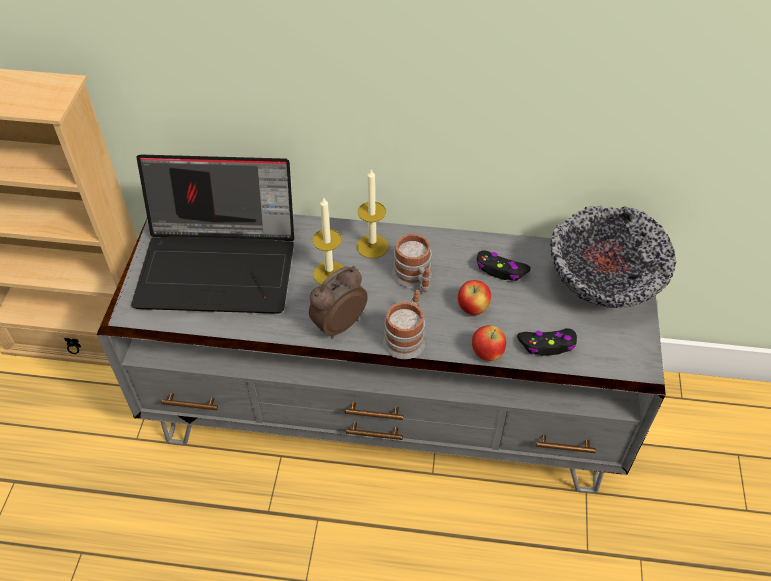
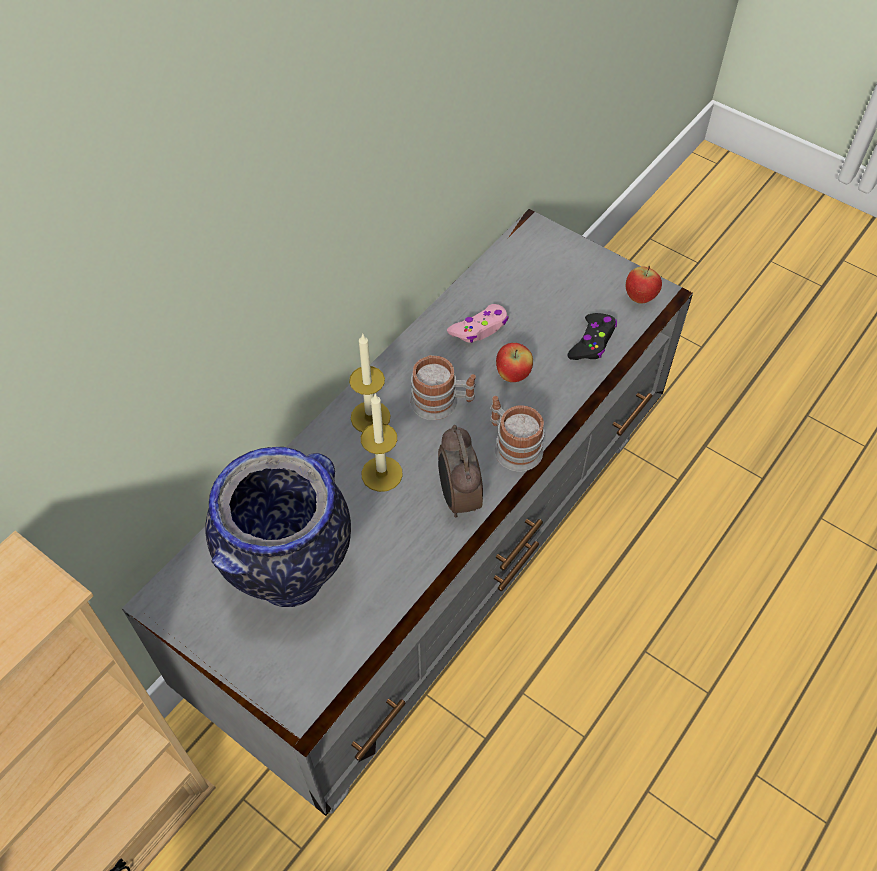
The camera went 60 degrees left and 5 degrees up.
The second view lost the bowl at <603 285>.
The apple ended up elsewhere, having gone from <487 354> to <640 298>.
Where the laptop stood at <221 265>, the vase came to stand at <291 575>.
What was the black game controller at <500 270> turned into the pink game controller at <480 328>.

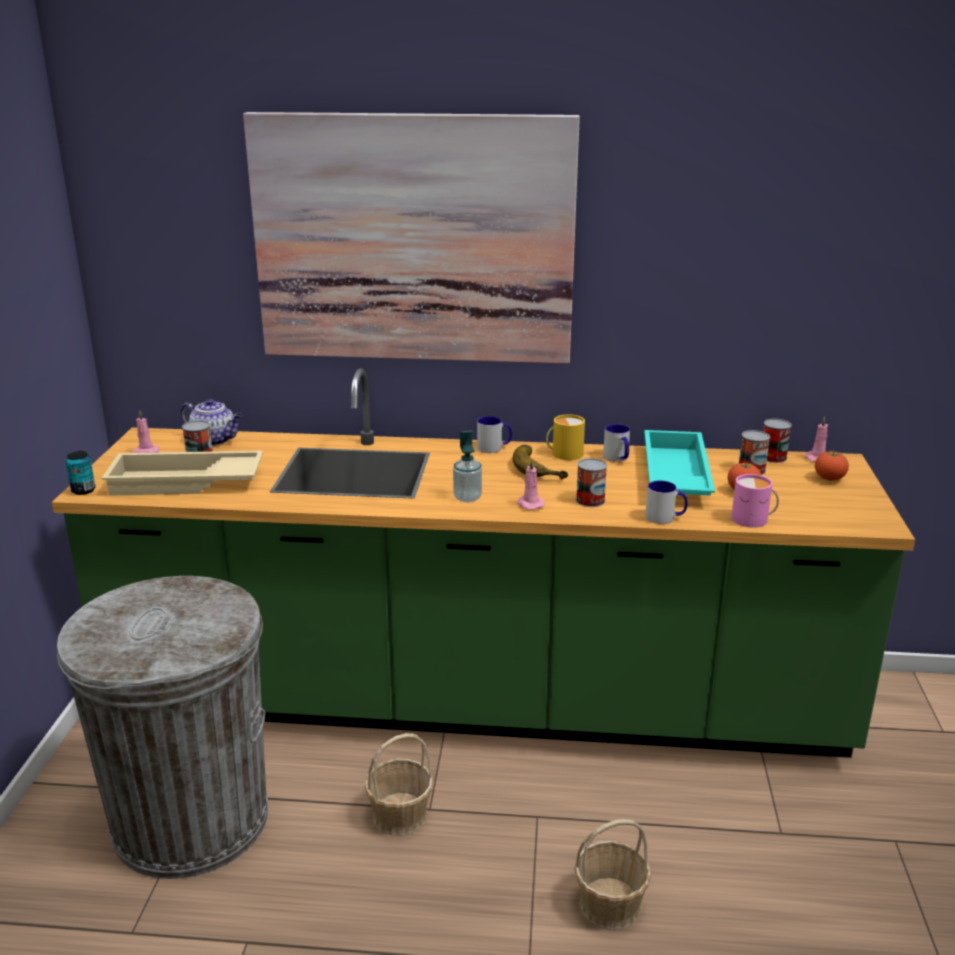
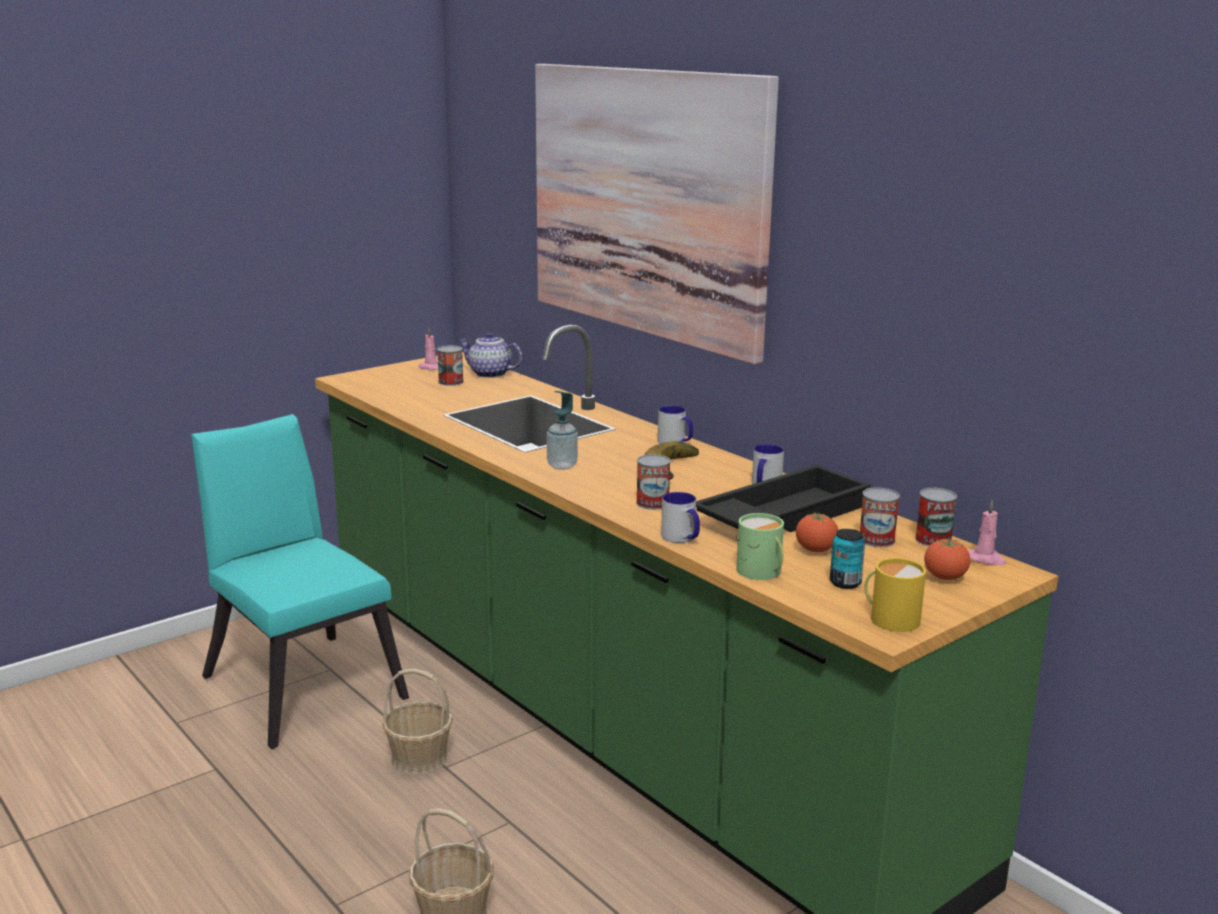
The camera went 45 degrees right and 5 degrees down.
The second view lost the beige tray at <185 483>.
The second view lost the pink candle at <529 504>.
The can ended up elsewhere, having gone from <83 490> to <845 583>.
The yellow mug ended up elsewhere, having gone from <564 454> to <890 618>.
Where the grey trash can stood at <191 819>, the turquoise chair came to stand at <301 681>.
What was the turquoise tray at <673 475> turned into the black tray at <781 515>.
What was the pink mug at <753 520> turned into the green mug at <761 572>.
The teapot at <215 440> ended up facing another way, 135 degrees clockwise from before.

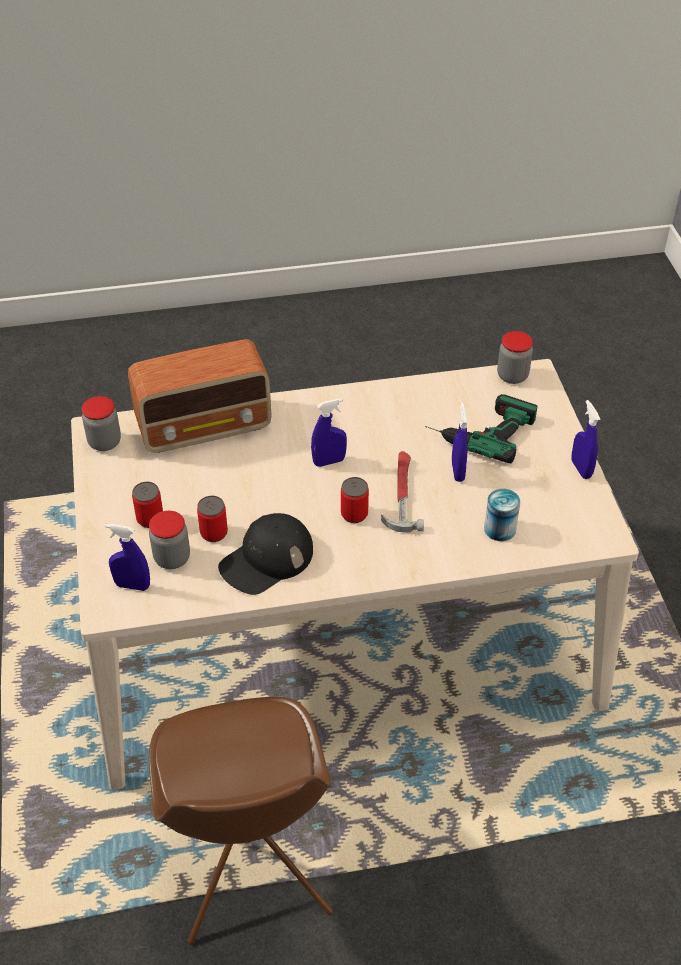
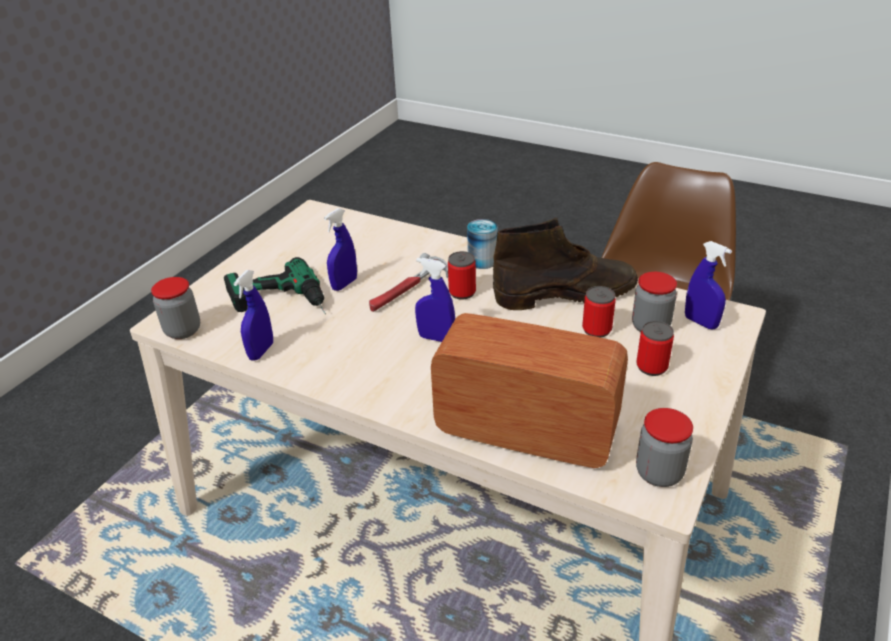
The camera went 140 degrees left and 10 degrees down.
The can ended up elsewhere, having gone from <499 529> to <482 261>.
The blue spray bottle ended up elsewhere, having gone from <581 469> to <261 351>.
Where the black cap stood at <266 559>, the brown boot came to stand at <566 293>.

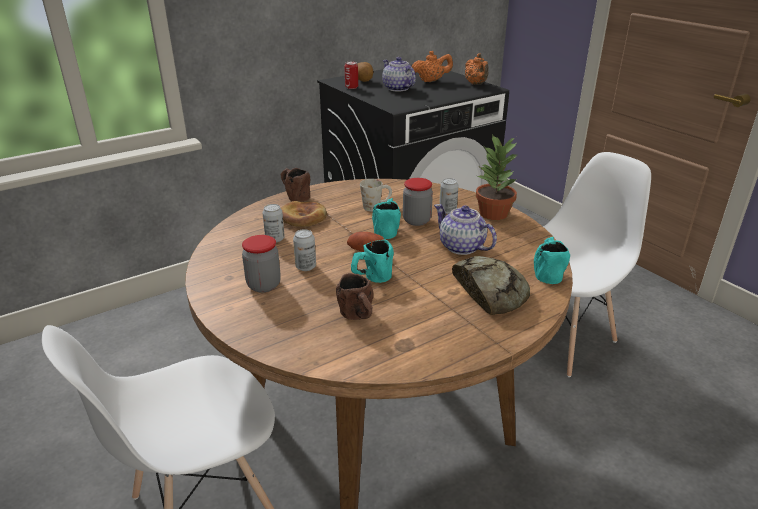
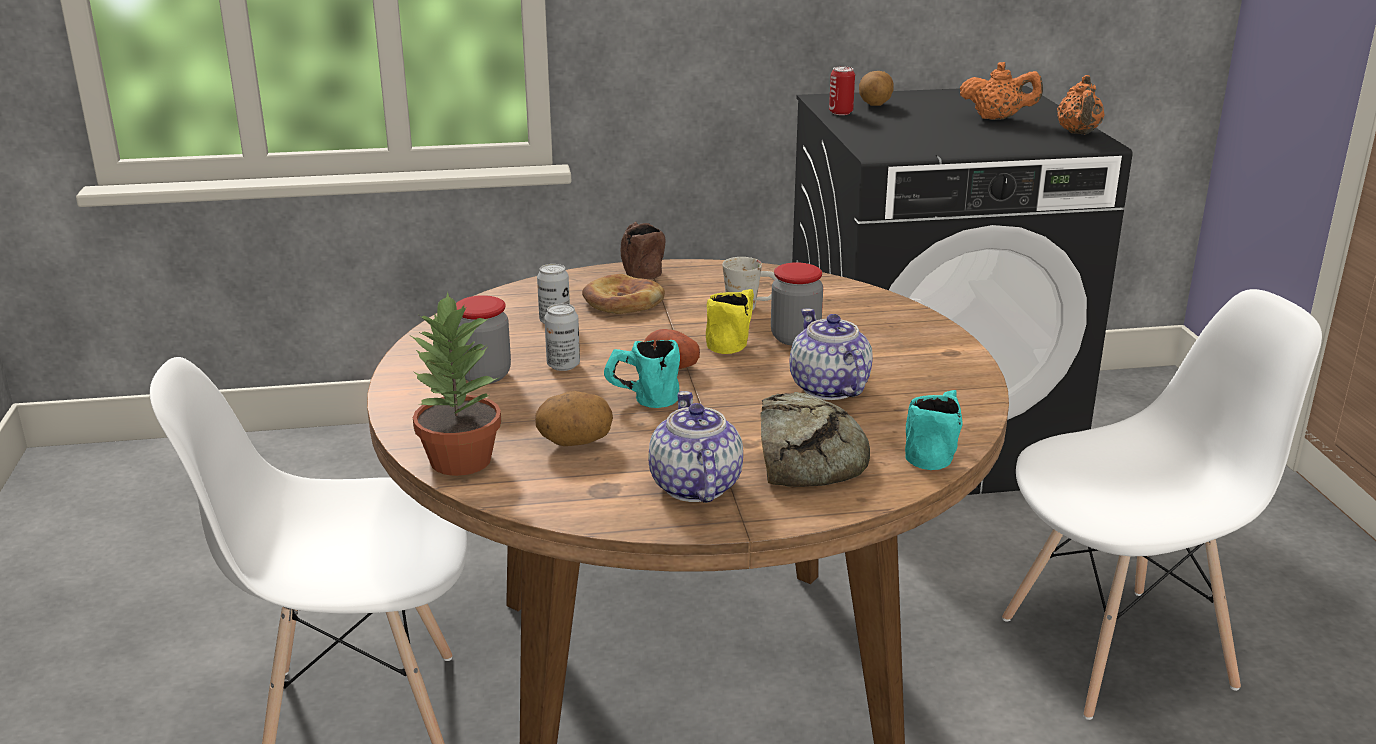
The camera went 25 degrees right and 5 degrees down.
The second view lost the can at <447 211>.
The teapot ended up elsewhere, having gone from <398 88> to <694 487>.
The potted plant ended up elsewhere, having gone from <494 214> to <460 461>.
Where the brown mug stood at <359 317>, the potato came to stand at <575 442>.
What was the turquoise mug at <386 229> turned into the yellow mug at <733 341>.

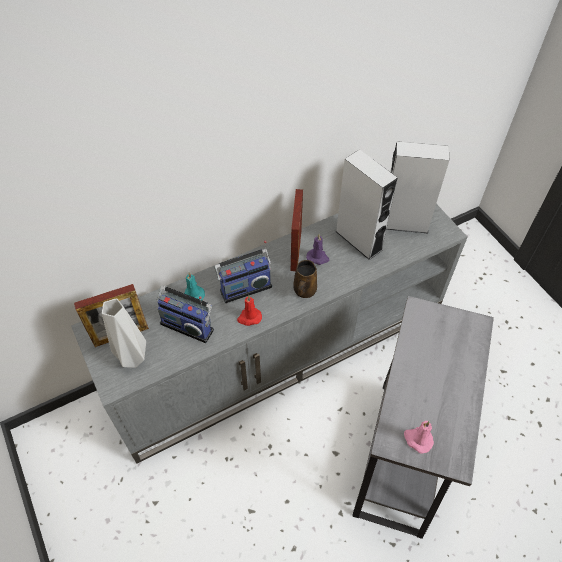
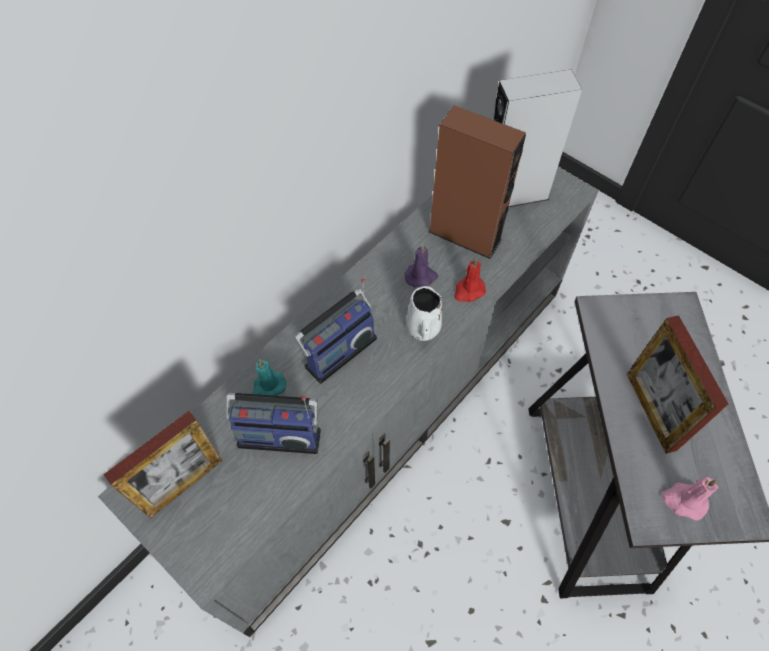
The camera went 20 degrees left and 5 degrees up.
The second view lost the grey vase at <132 356>.
The red candle ended up elsewhere, having gone from <249 317> to <468 291>.
The picture frame ended up elsewhere, having gone from <296 251> to <651 411>.
What was the brown mug at <304 291> turned into the white mug at <423 330>.
What was the grey speaker at <358 240> turned into the brown speaker at <464 235>.

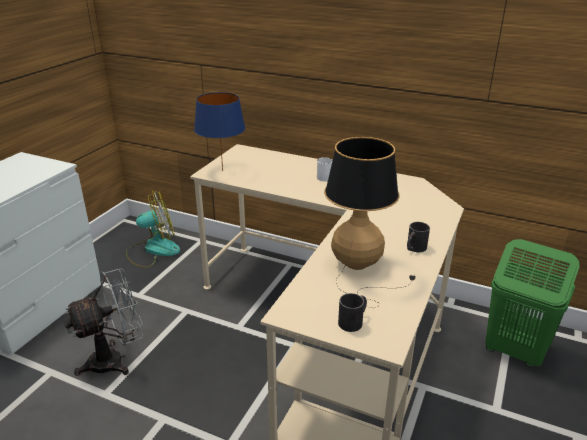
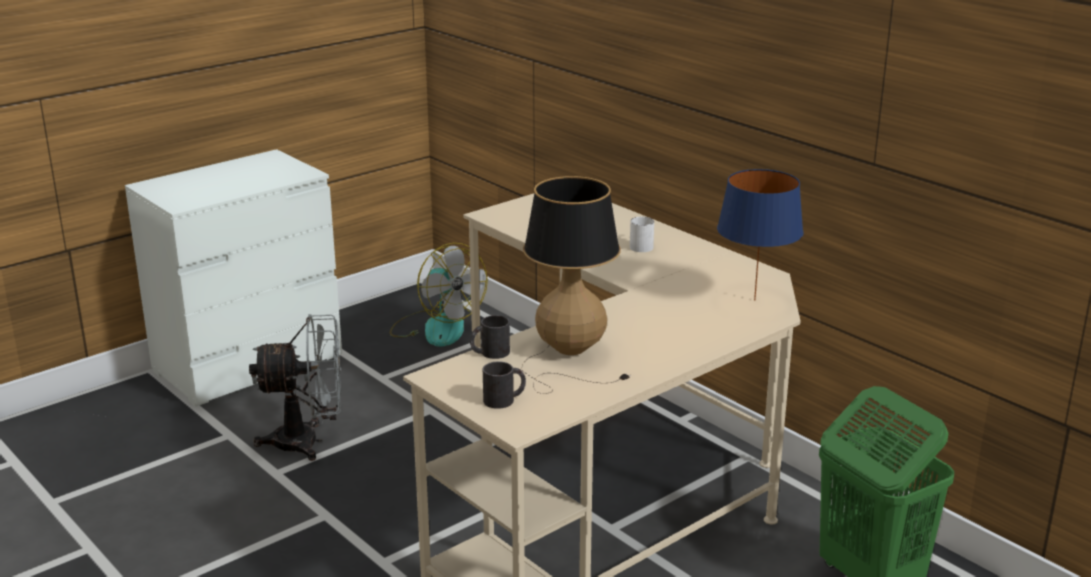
The camera went 25 degrees right and 5 degrees down.
The blue table lamp ended up elsewhere, having gone from <223 171> to <755 300>.
The black mug ended up elsewhere, having gone from <414 248> to <489 353>.
The fan at <153 250> ended up facing another way, 45 degrees clockwise from before.

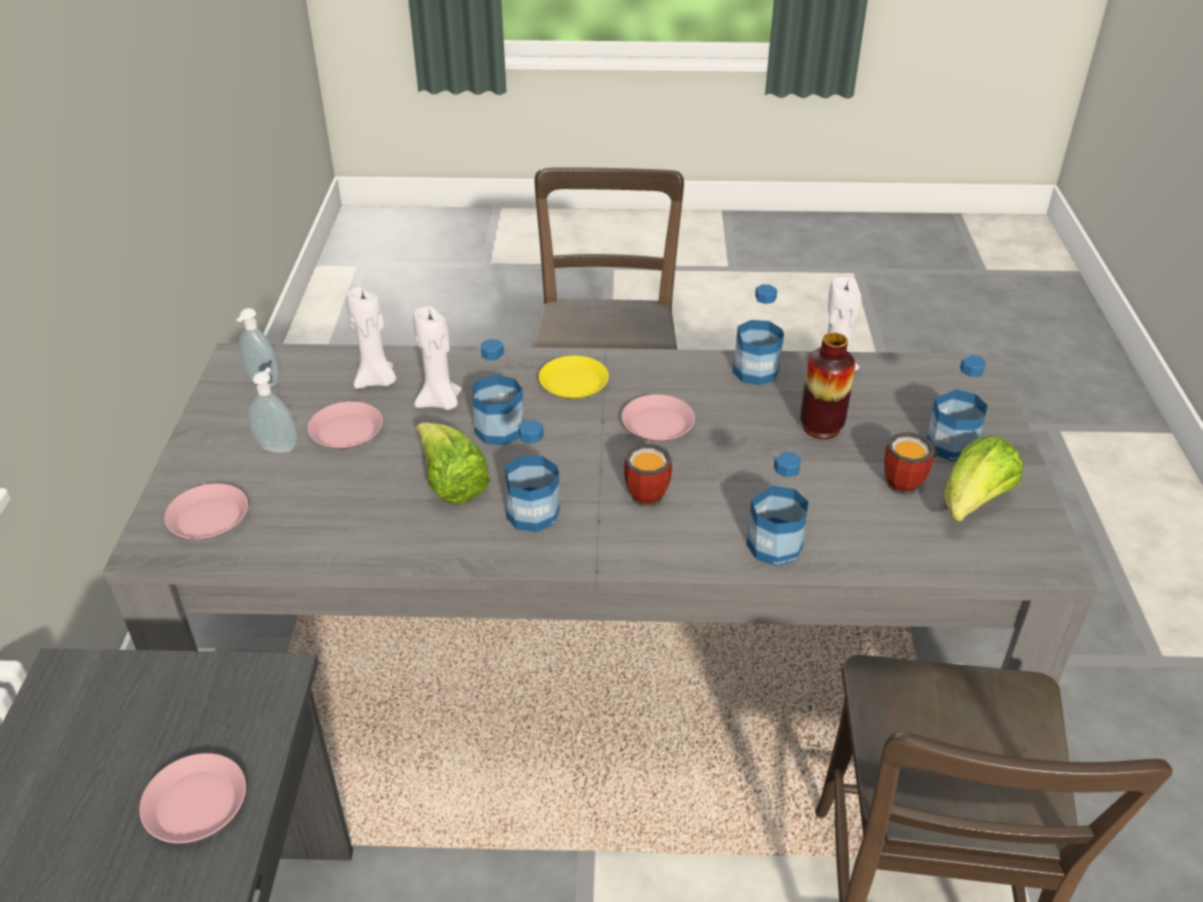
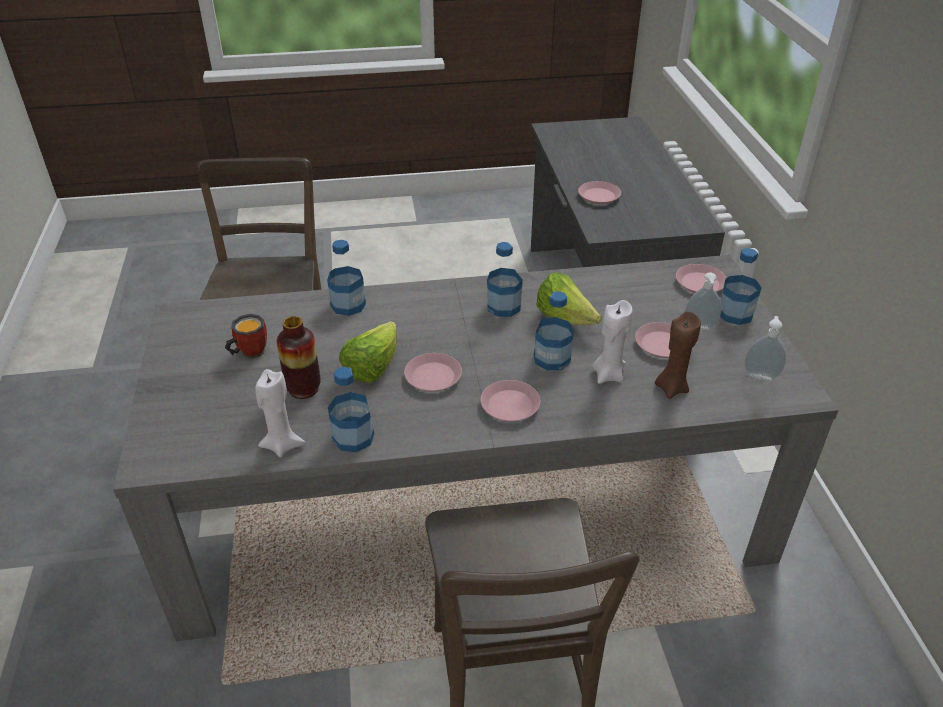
The camera went 170 degrees right and 0 degrees up.
The second view lost the mug at <649 492>.
The bottle ended up elsewhere, having gone from <951 445> to <735 314>.
The lettuce ended up elsewhere, having gone from <973 504> to <372 367>.
What was the white candle at <377 381> turned into the brown candle at <671 388>.
What was the yellow plate at <574 383> turned into the pink plate at <509 405>.

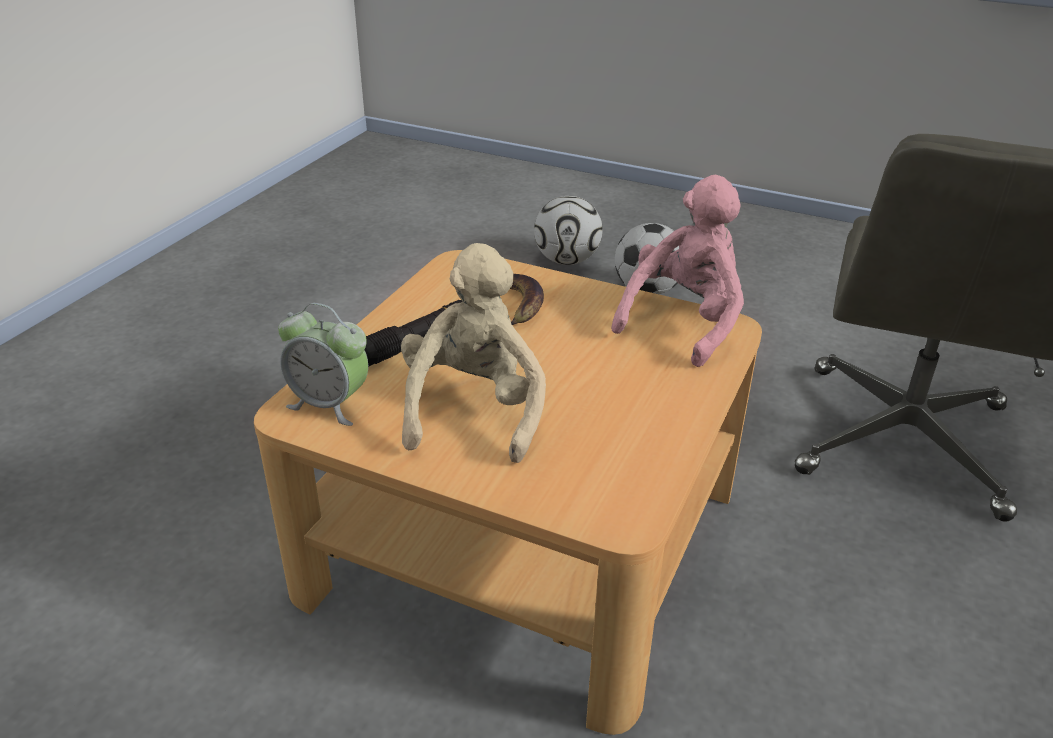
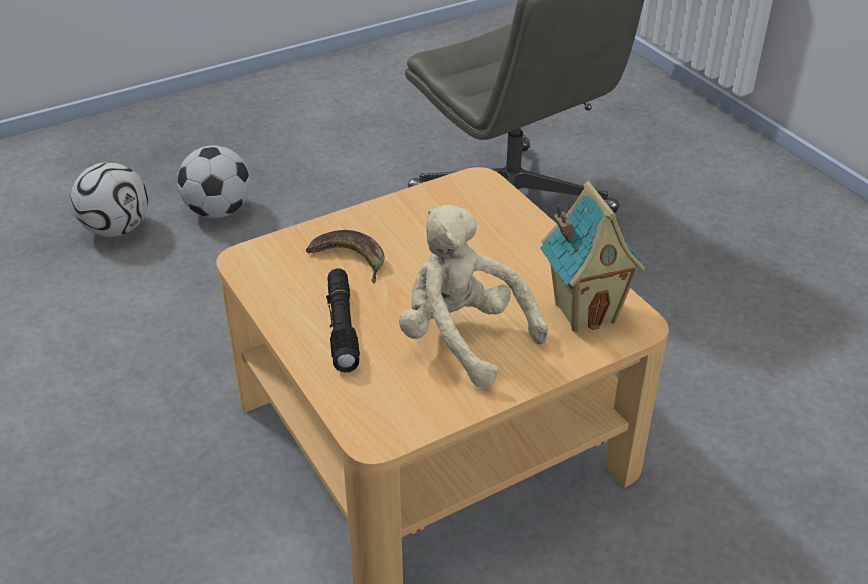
The camera went 55 degrees left and 5 degrees up.
The second view lost the alarm clock at <330 404>.
The second view lost the pink plush toy at <684 322>.
The second view gained the toy house at <585 311>.

